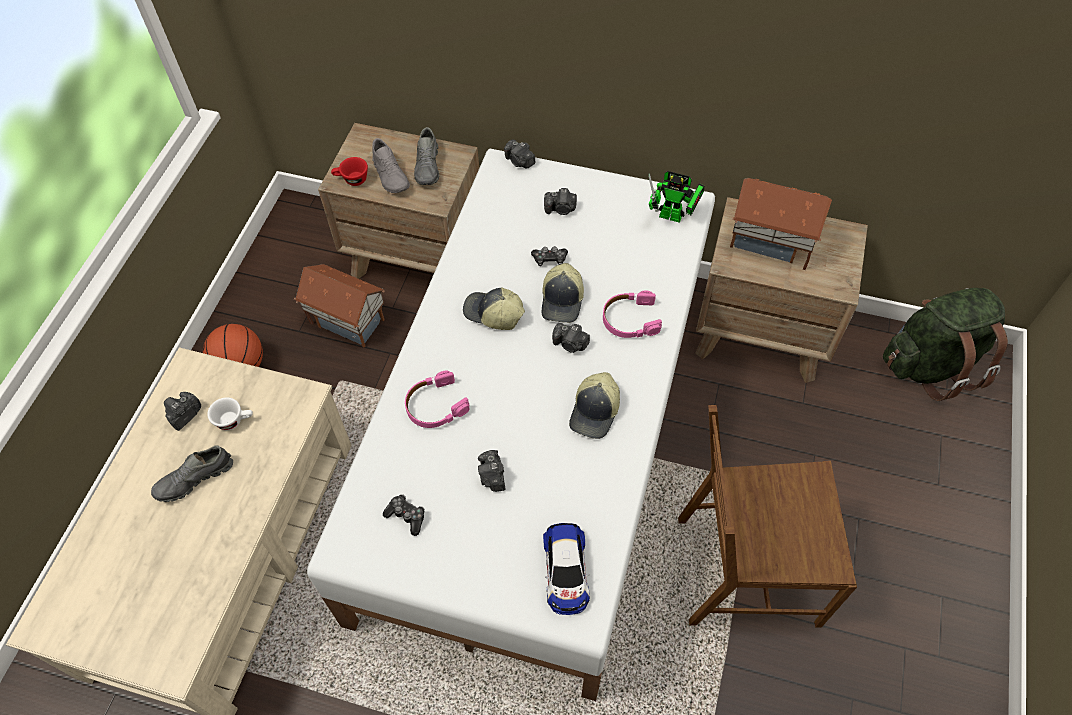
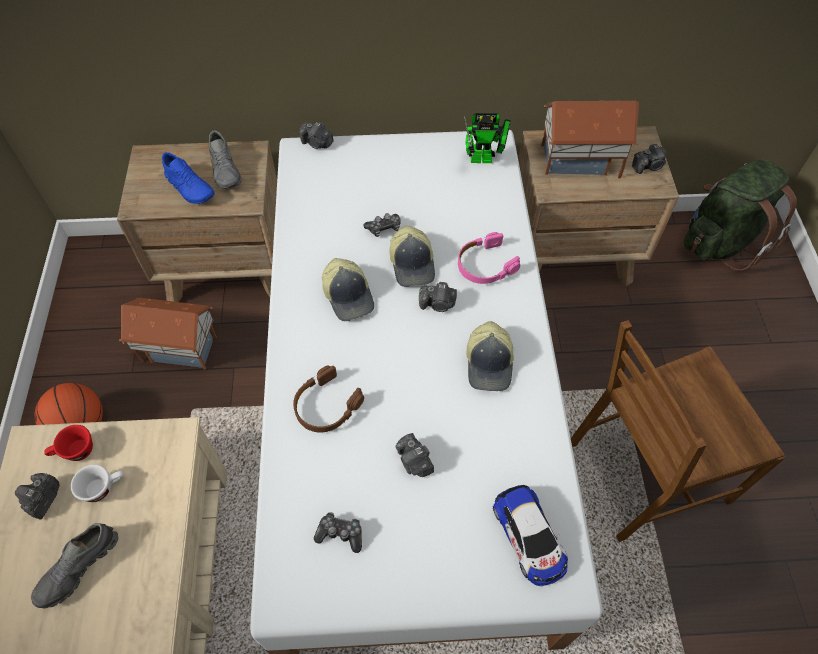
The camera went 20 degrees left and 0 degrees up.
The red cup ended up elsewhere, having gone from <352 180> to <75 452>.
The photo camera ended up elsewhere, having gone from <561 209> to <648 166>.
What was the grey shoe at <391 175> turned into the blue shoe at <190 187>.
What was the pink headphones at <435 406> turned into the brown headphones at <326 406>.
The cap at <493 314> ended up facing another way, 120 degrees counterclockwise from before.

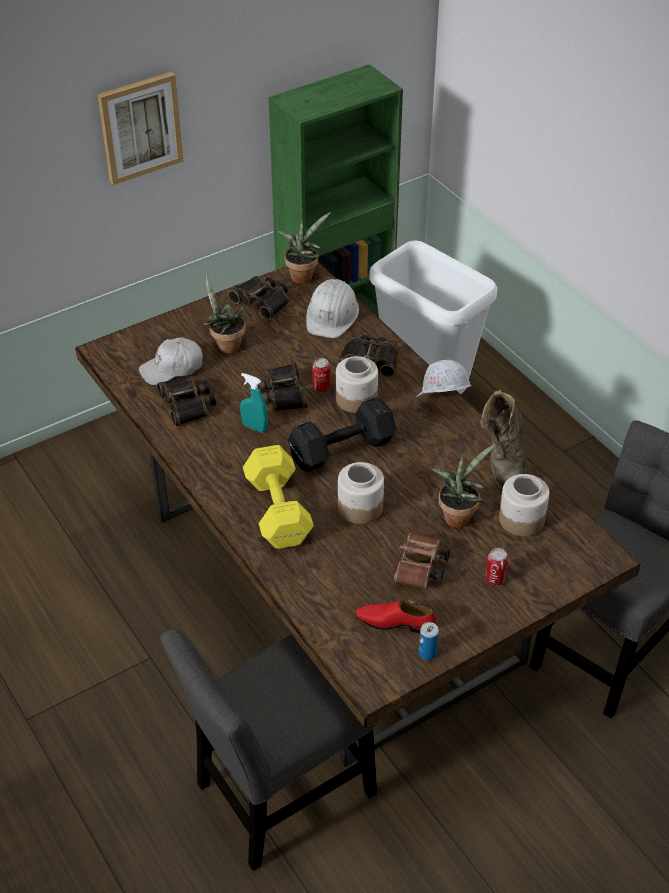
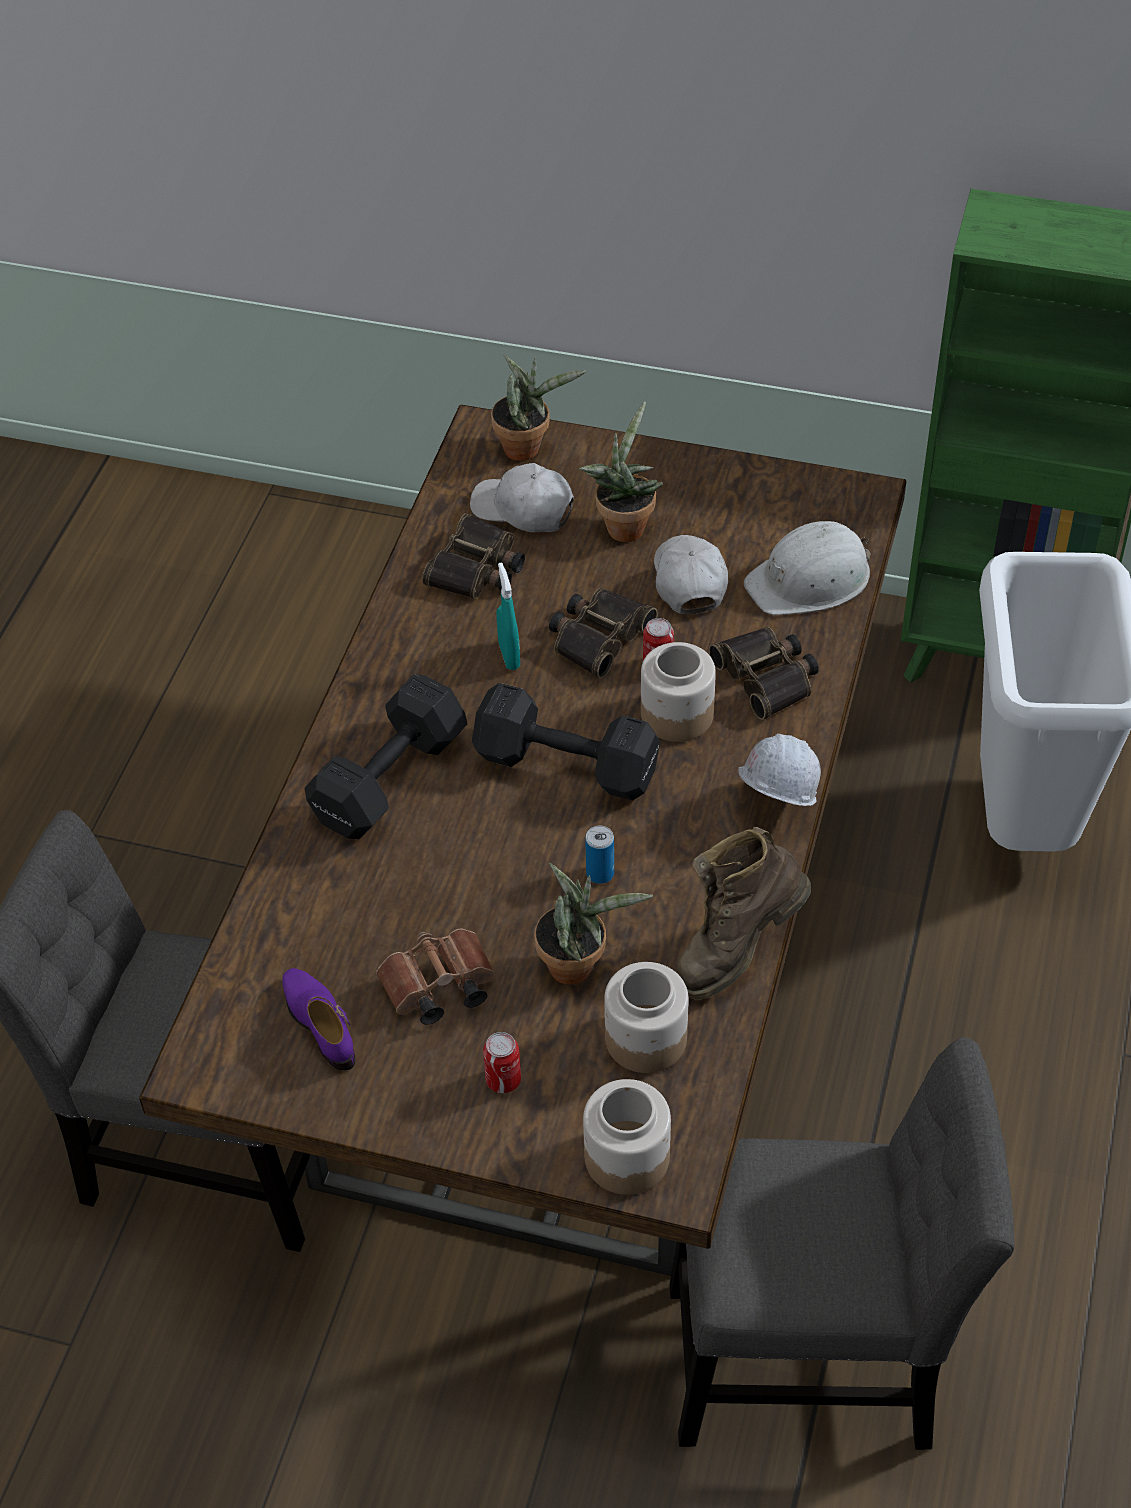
The camera went 50 degrees right and 5 degrees up.
The second view lost the picture at <140 127>.
The second view lost the binoculars at <263 301>.
The second view gained the white cap at <689 581>.
The potted plant ended up elsewhere, having gone from <303 275> to <527 447>.
The jar ended up elsewhere, having gone from <359 507> to <626 1156>.
The can ended up elsewhere, having gone from <427 653> to <600 873>.
What was the yellow dumbbell at <278 509> turned into the black dumbbell at <393 777>.
What was the red shoe at <395 622> turned into the purple shoe at <320 1023>.

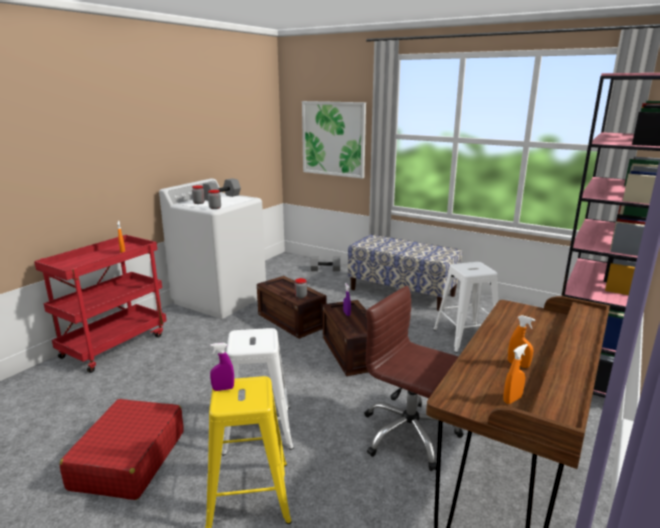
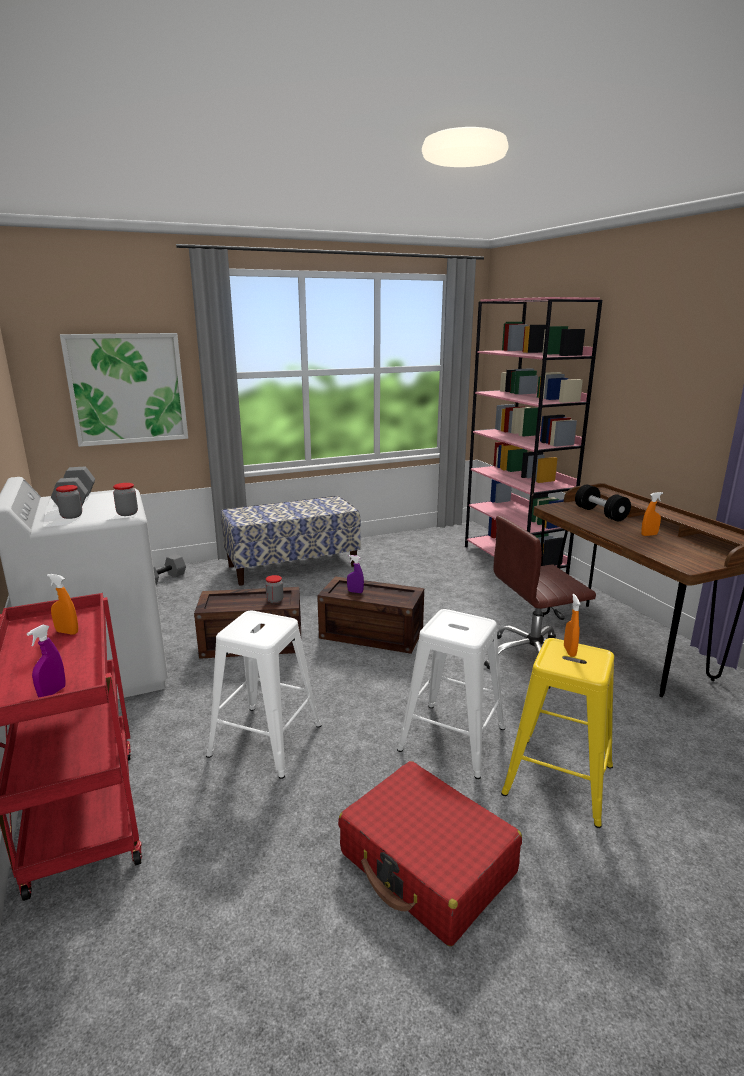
The camera went 55 degrees left and 0 degrees up.
The second view gained the black dumbbell at <600 514>.
The purple spray bottle ended up elsewhere, having gone from <223 389> to <52 693>.
The white stool ended up elsewhere, having gone from <465 337> to <266 741>.
The orange spray bottle ended up elsewhere, having gone from <512 399> to <569 651>.

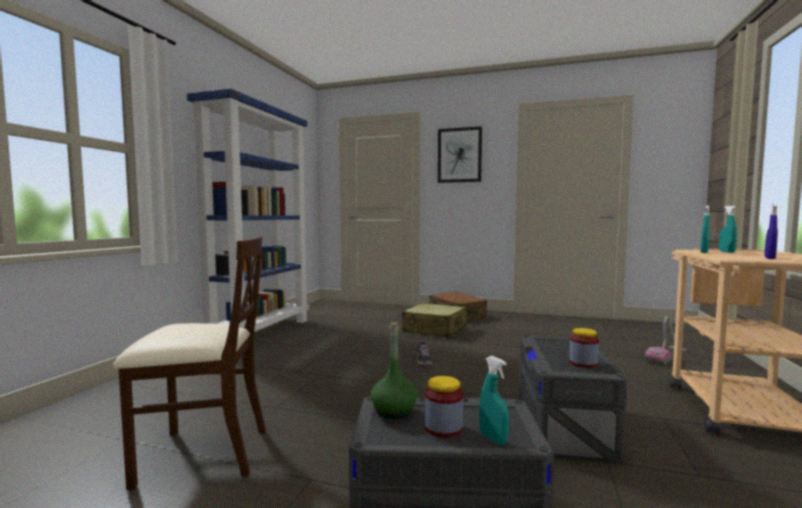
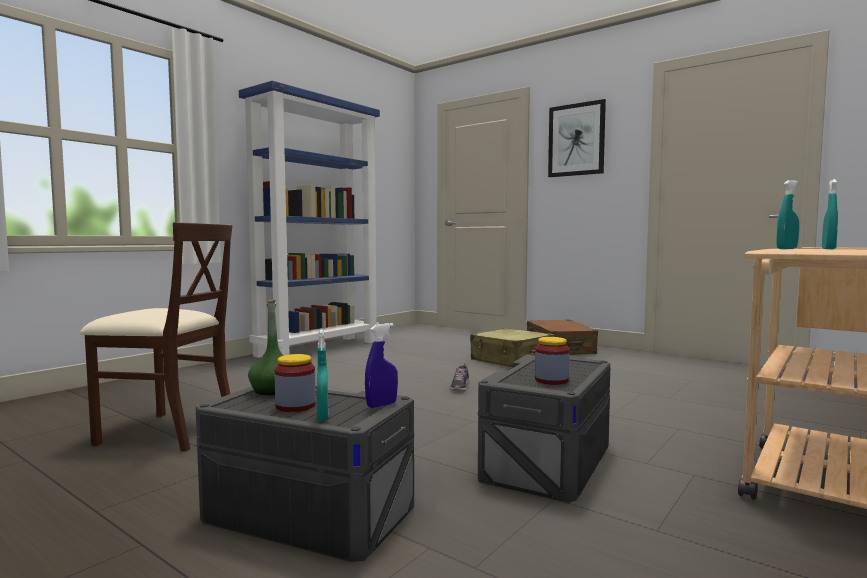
The camera went 20 degrees right and 0 degrees up.
The second view lost the vacuum cleaner at <667 355>.
The blue spray bottle ended up elsewhere, having gone from <769 258> to <381 405>.

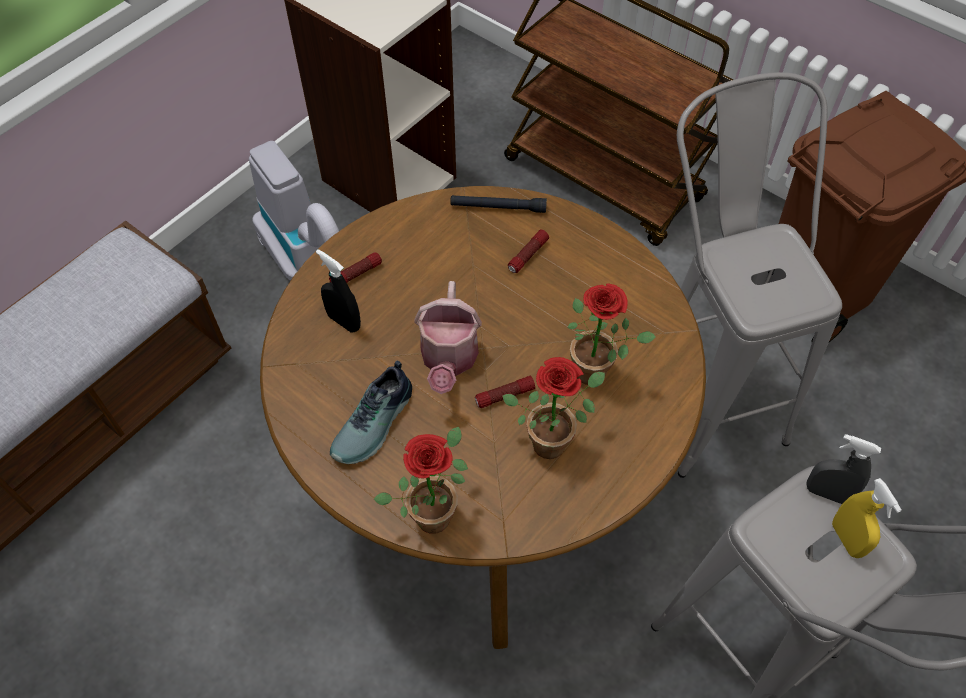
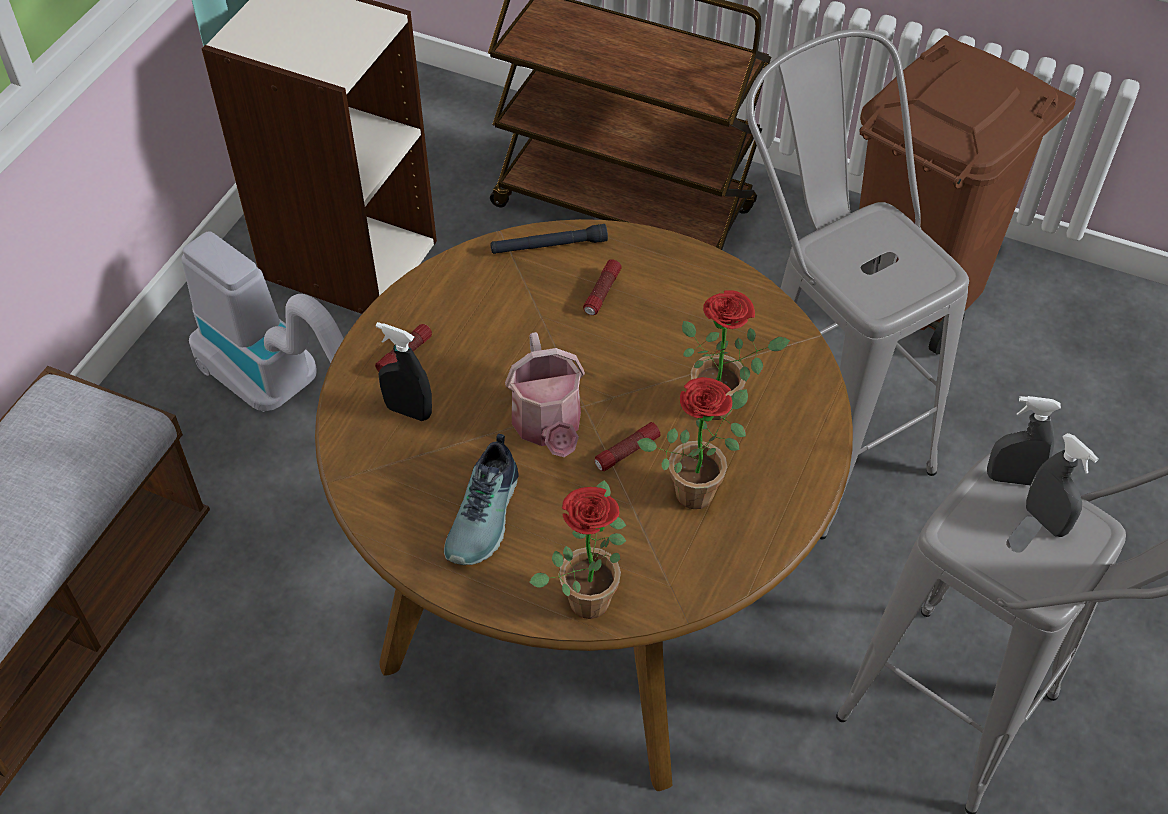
The camera went 15 degrees left and 5 degrees down.
What was the yellow spray bottle at <846 539> turned into the grey spray bottle at <1045 520>.

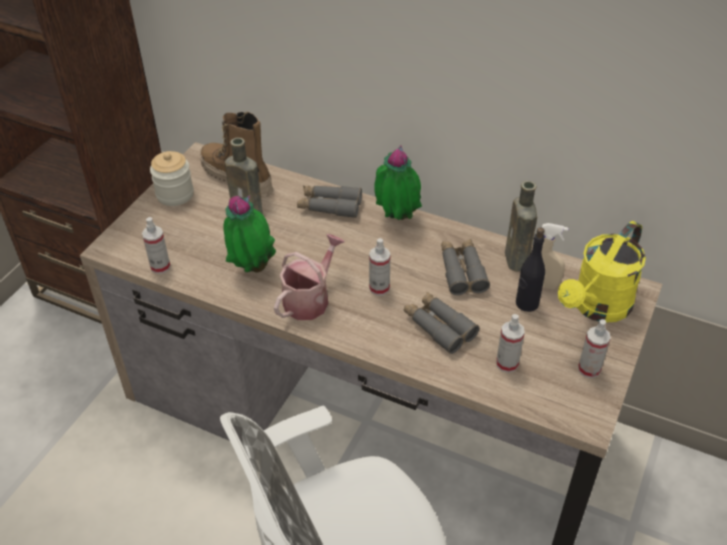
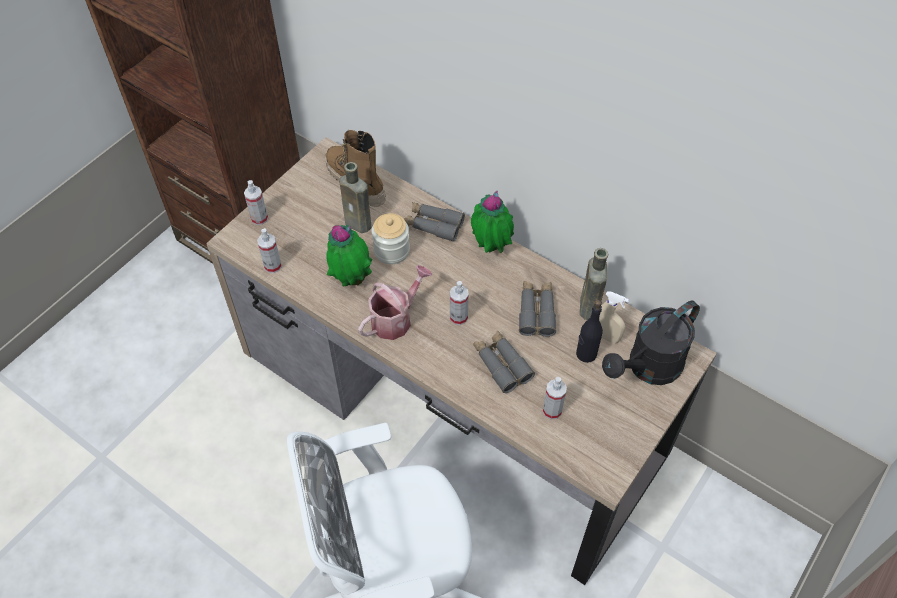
The camera went 10 degrees right and 10 degrees up.
The jar ended up elsewhere, having gone from <175 194> to <391 251>.
The spray bottle ended up elsewhere, having gone from <589 369> to <259 218>.
What was the yellow watering can at <596 308> turned into the black watering can at <648 368>.

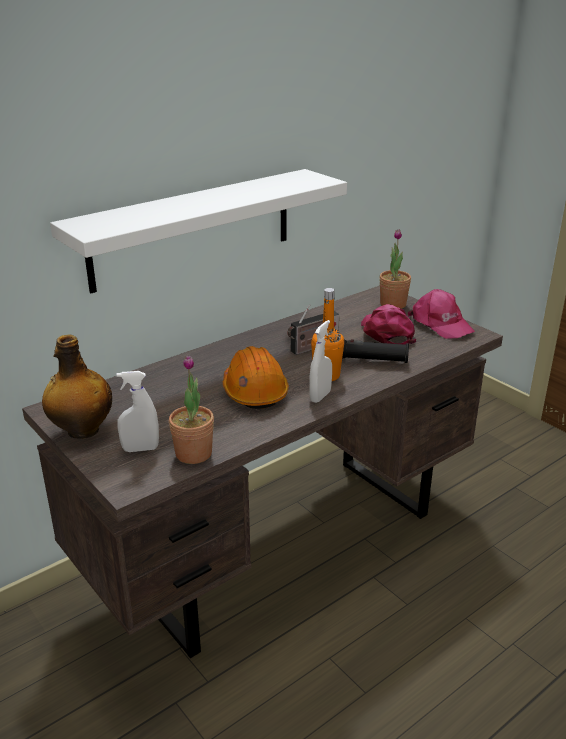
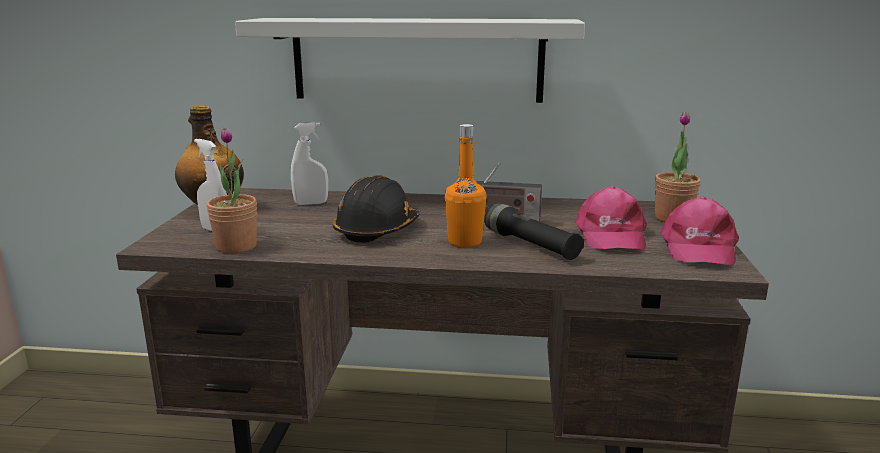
The camera went 45 degrees right and 10 degrees down.
The white spray bottle ended up elsewhere, having gone from <320 396> to <311 203>.
What was the orange hard hat at <254 392> turned into the black hard hat at <377 230>.
The pink cap at <387 332> ended up facing another way, 150 degrees clockwise from before.

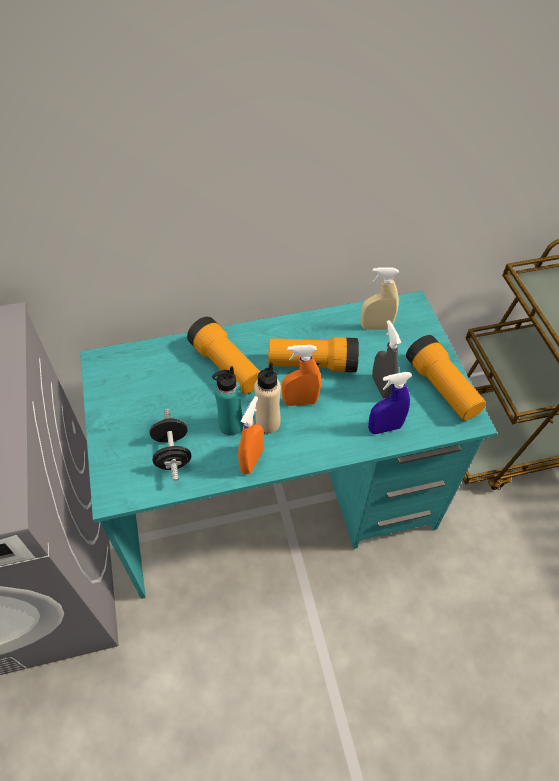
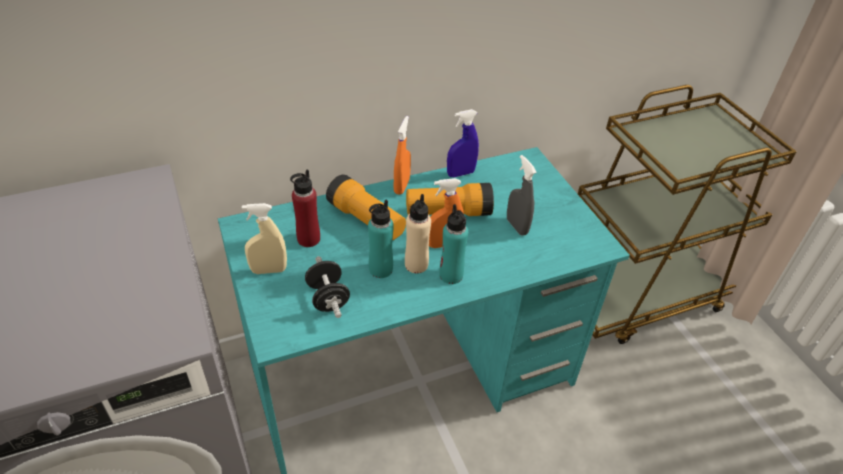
The camera went 10 degrees left and 10 degrees down.
The second view lost the flashlight at <442 388>.
The second view gained the red bottle at <308 239>.
The second view gained the turquoise bottle at <451 275>.
The orange spray bottle ended up elsewhere, having gone from <252 460> to <401 186>.
The beige spray bottle ended up elsewhere, having gone from <376 327> to <269 270>.
The blue spray bottle ended up elsewhere, having gone from <385 428> to <460 173>.

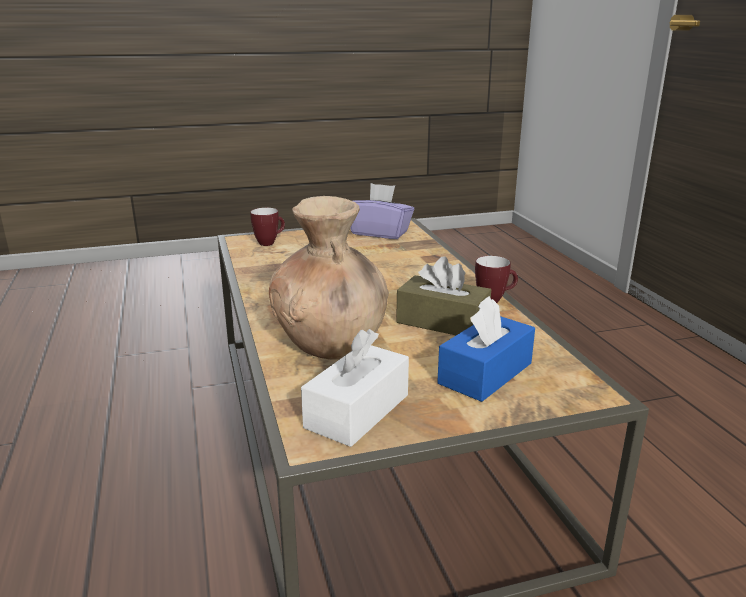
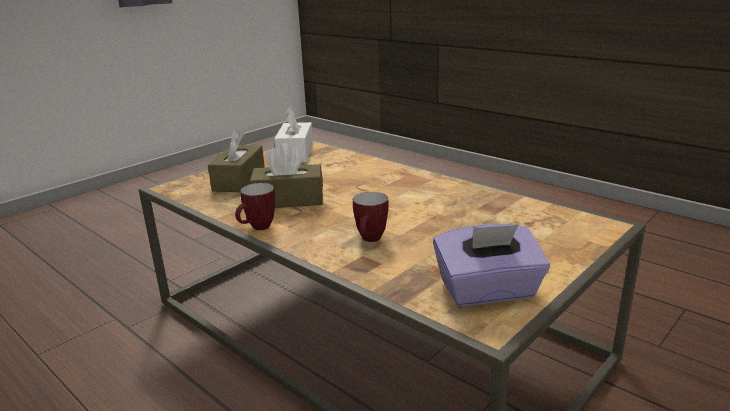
The camera went 150 degrees right and 0 degrees up.
The second view lost the brown vase at <331 343>.
The mug ended up elsewhere, having gone from <269 242> to <370 240>.
What was the blue tissue box at <485 373> turned into the brown tissue box at <239 180>.

